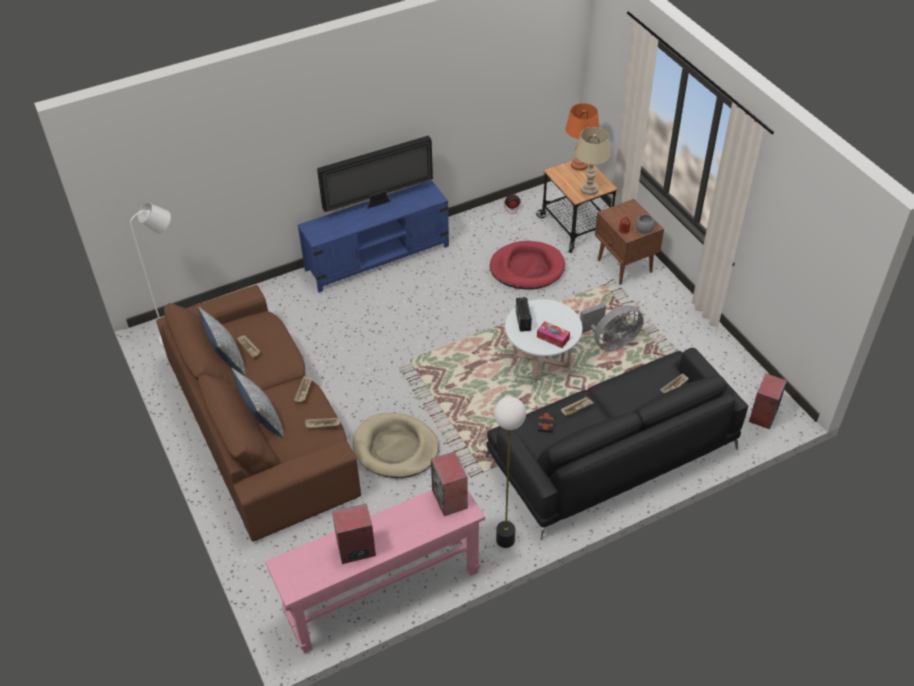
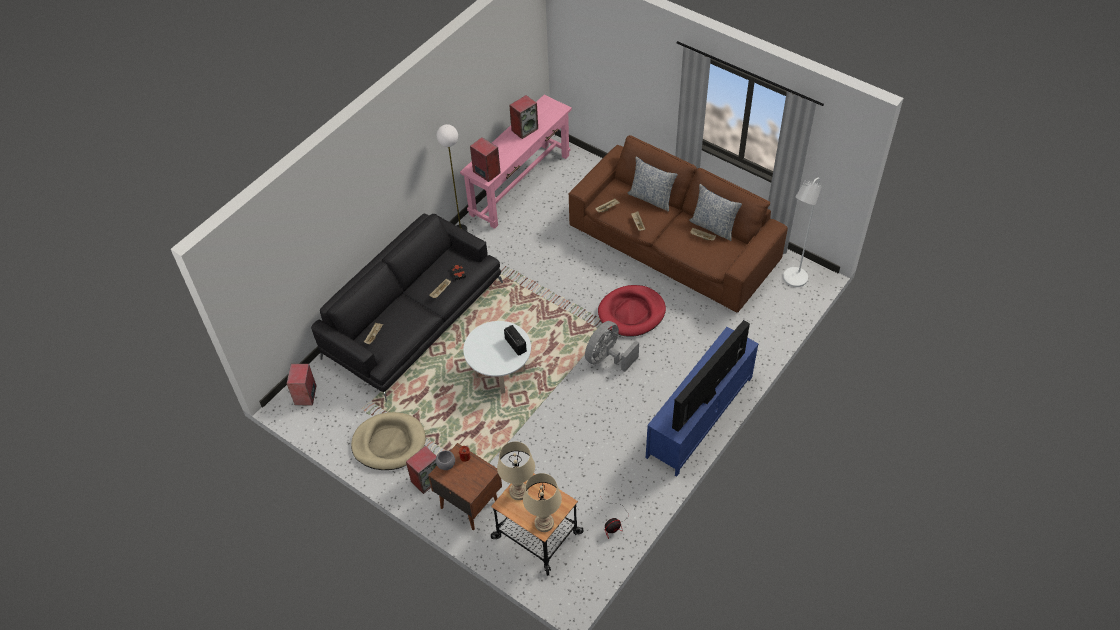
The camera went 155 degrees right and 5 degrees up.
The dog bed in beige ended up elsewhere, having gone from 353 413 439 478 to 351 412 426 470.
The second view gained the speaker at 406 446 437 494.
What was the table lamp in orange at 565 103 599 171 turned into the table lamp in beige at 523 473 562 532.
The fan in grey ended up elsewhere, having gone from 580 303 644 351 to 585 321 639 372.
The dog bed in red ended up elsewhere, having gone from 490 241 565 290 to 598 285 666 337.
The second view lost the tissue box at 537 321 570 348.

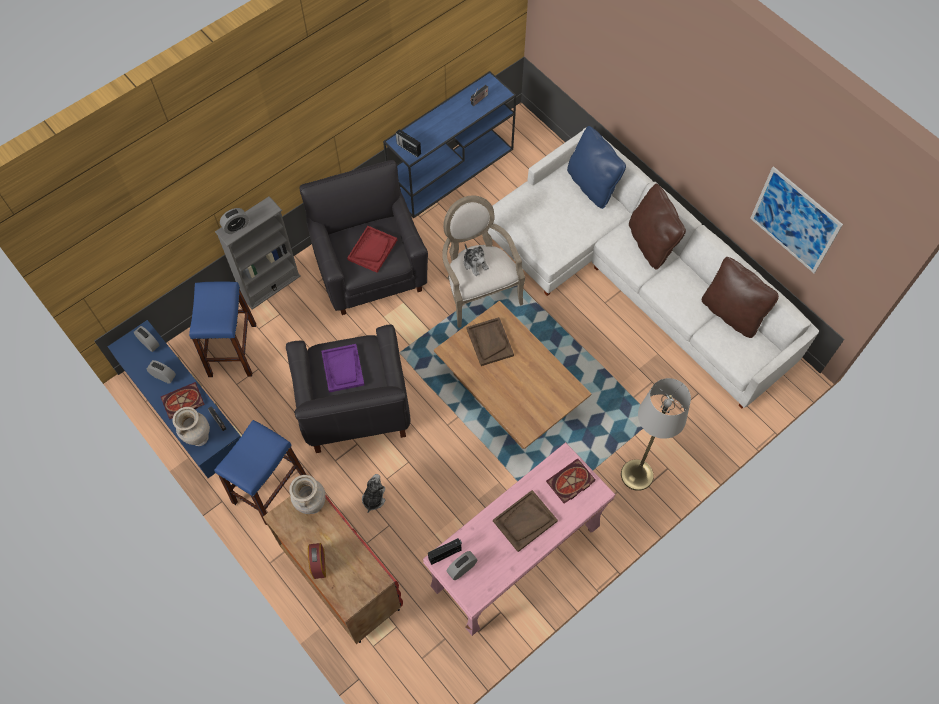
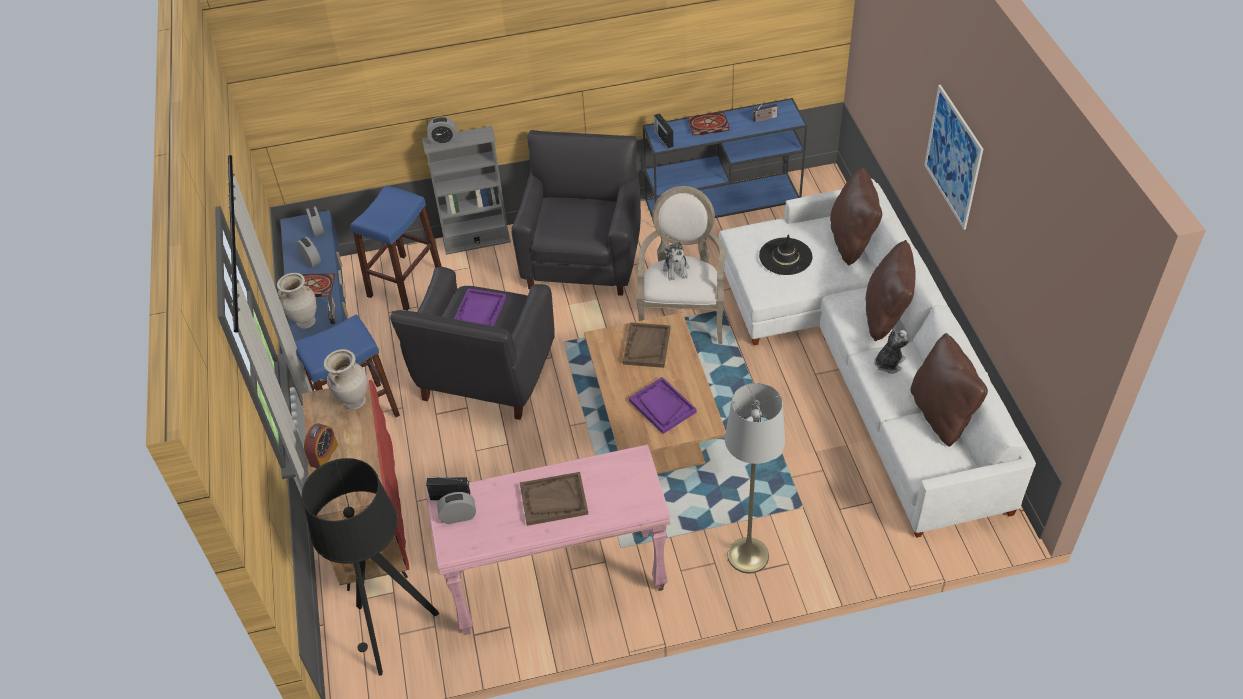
The camera went 30 degrees right and 15 degrees down.
The second view gained the floor lamp in black at 302 458 439 676.
The second view gained the tray in purple at 629 377 697 434.
The book ended up elsewhere, having gone from 546 458 595 504 to 688 112 730 136.
The second view gained the hat in black at 759 234 813 275.
What was the pillow in blue at 567 126 626 209 turned into the pillow in brown at 830 167 882 266.
The plush toy ended up elsewhere, having gone from 362 474 385 513 to 874 329 909 374.
The picture ended up elsewhere, having gone from 750 166 843 273 to 924 85 983 230.
The second view lost the tray in red at 347 226 397 273.

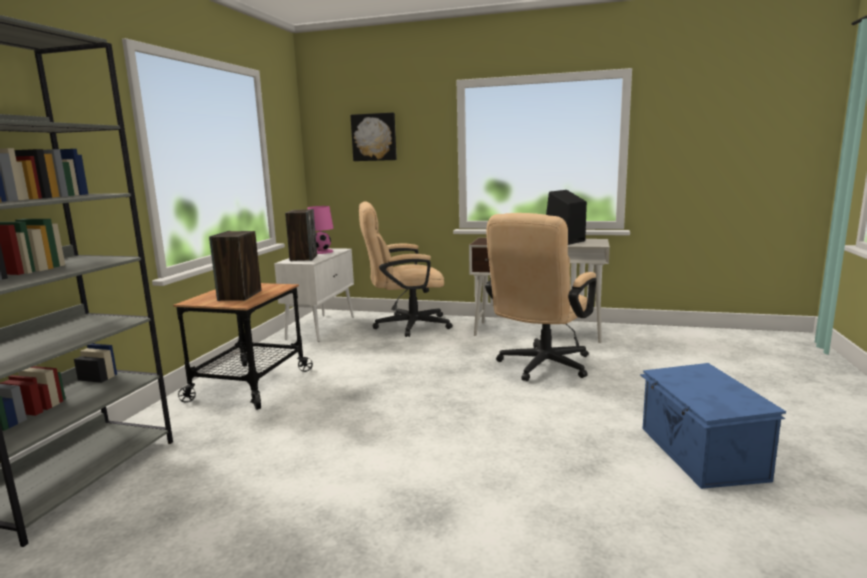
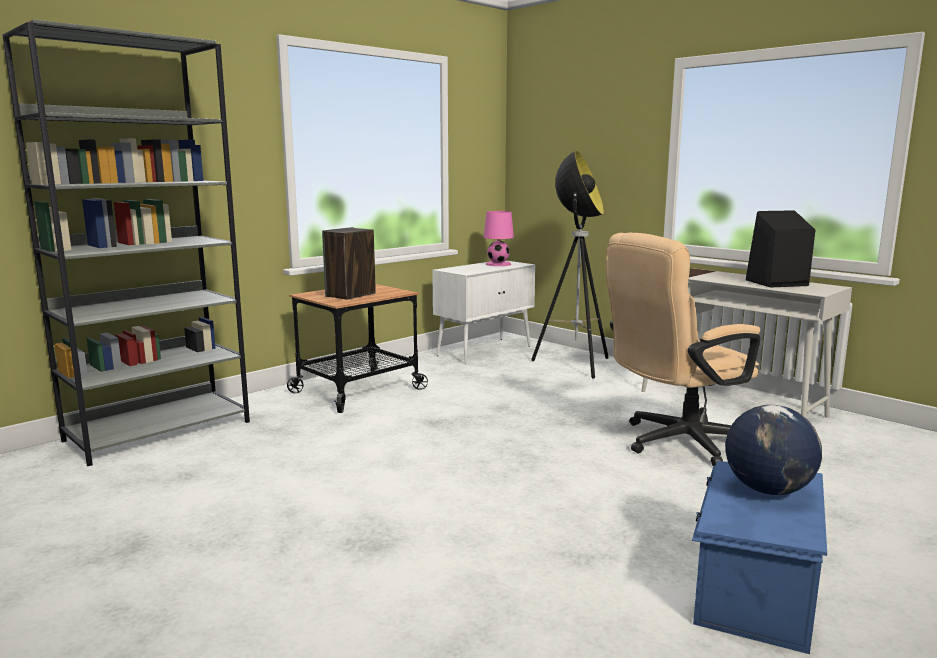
The camera went 30 degrees right and 0 degrees up.
Where the office chair in beige stood at 359 201 453 337, the floor lamp came to stand at 531 150 609 379.
The second view gained the globe at 725 405 822 495.
The second view lost the speaker at 285 209 317 261.
The second view lost the picture at 350 112 397 161.

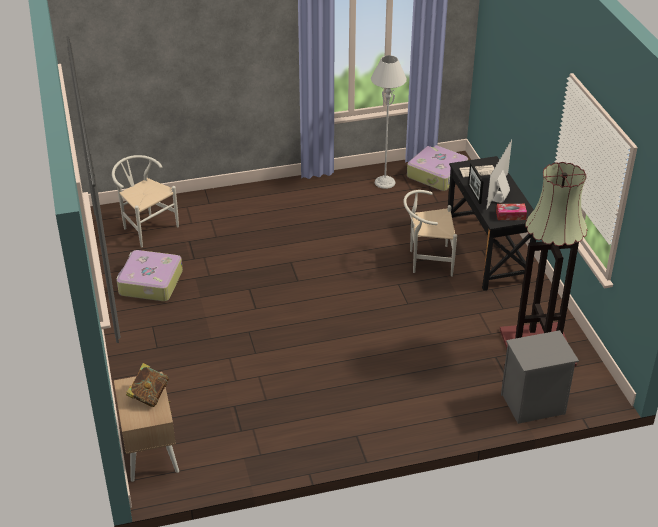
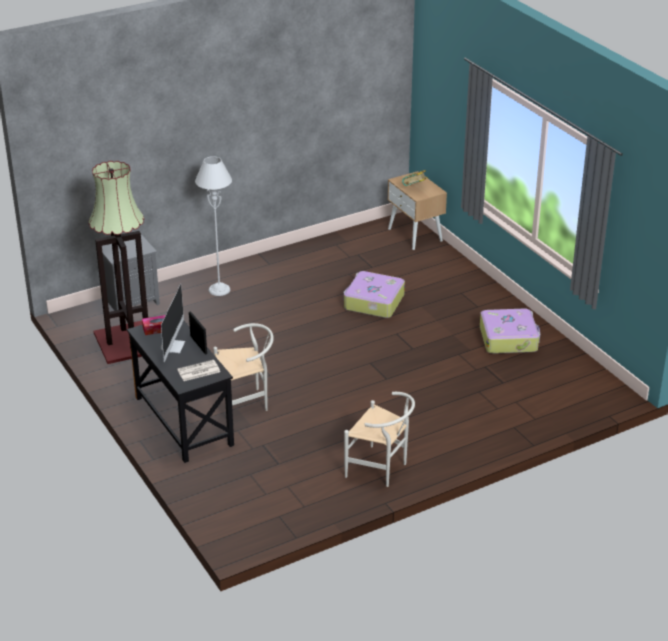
The camera went 165 degrees right and 5 degrees down.
The floor lamp in grey ended up elsewhere, having gone from 371 55 407 189 to 195 156 232 296.
The suitcase ended up elsewhere, having gone from 407 145 468 191 to 343 271 405 318.
The chair in white ended up elsewhere, having gone from 112 155 179 248 to 344 392 415 487.

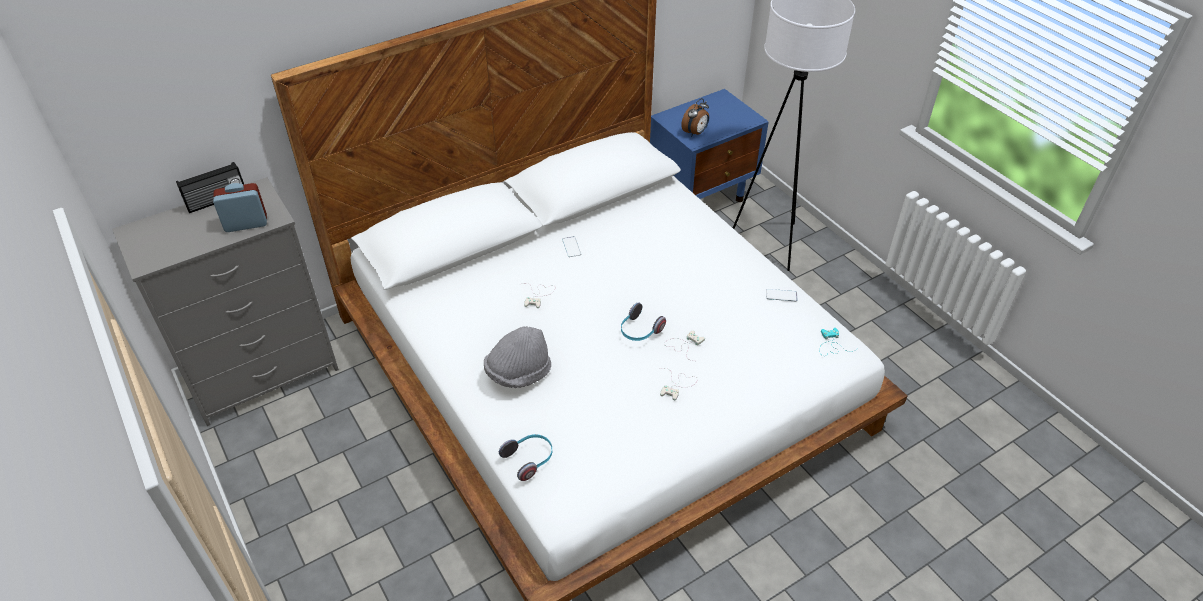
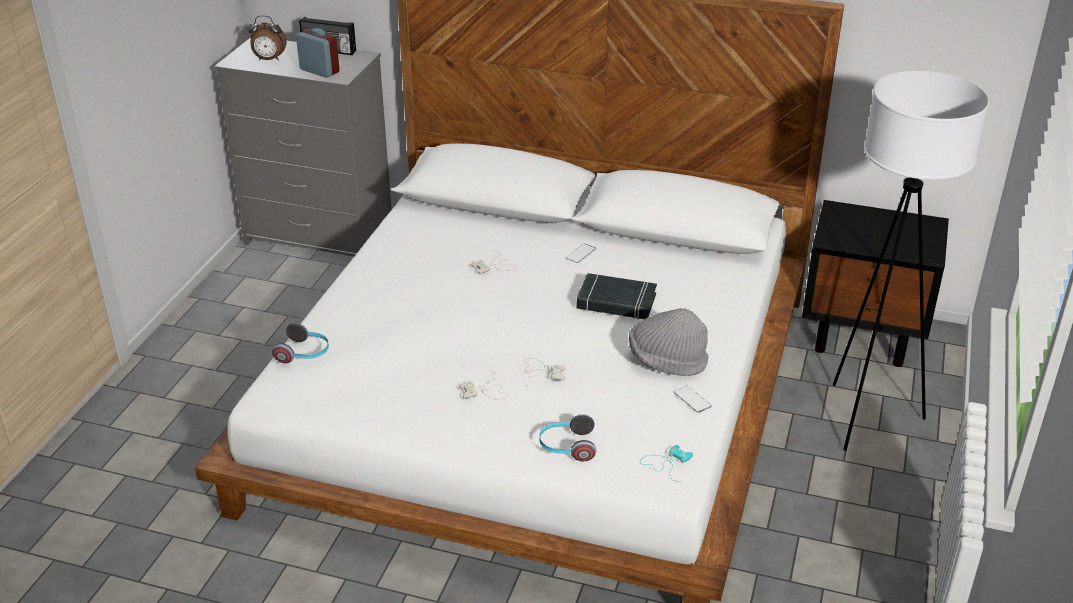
The camera went 50 degrees right and 10 degrees down.
The alarm clock ended up elsewhere, having gone from 681 98 709 137 to 249 15 287 61.
The headphones ended up elsewhere, having gone from 621 302 666 341 to 539 414 596 461.
The second view gained the book in black at 577 273 657 320.
The hat in grey ended up elsewhere, having gone from 484 326 551 388 to 629 308 709 376.
What was the nightstand in blue at 650 89 768 202 turned into the nightstand in black at 802 200 949 367.

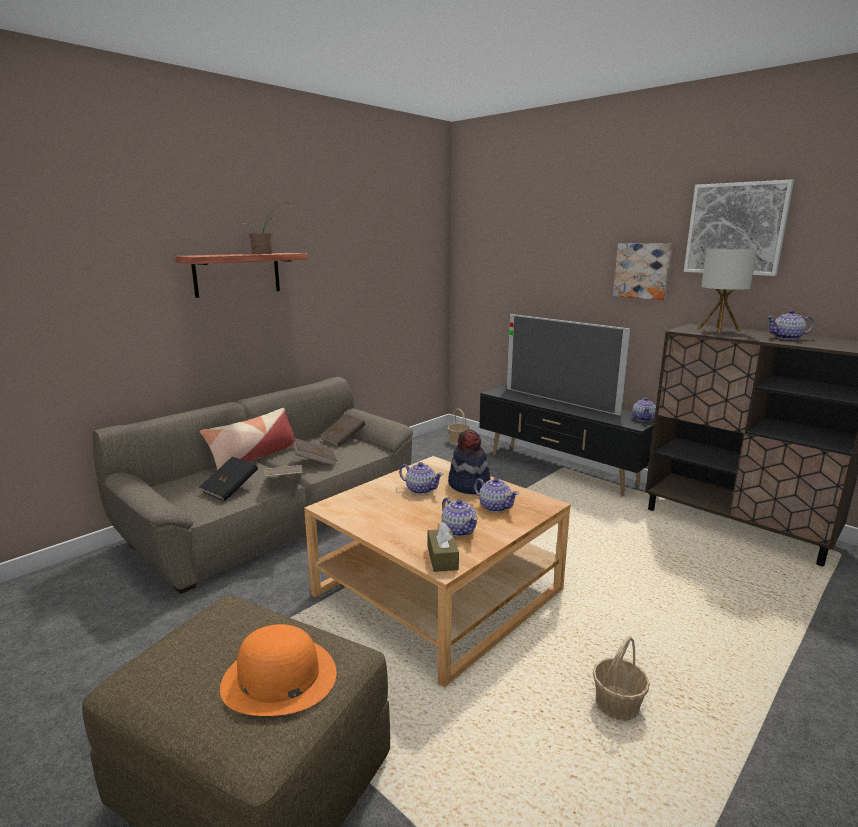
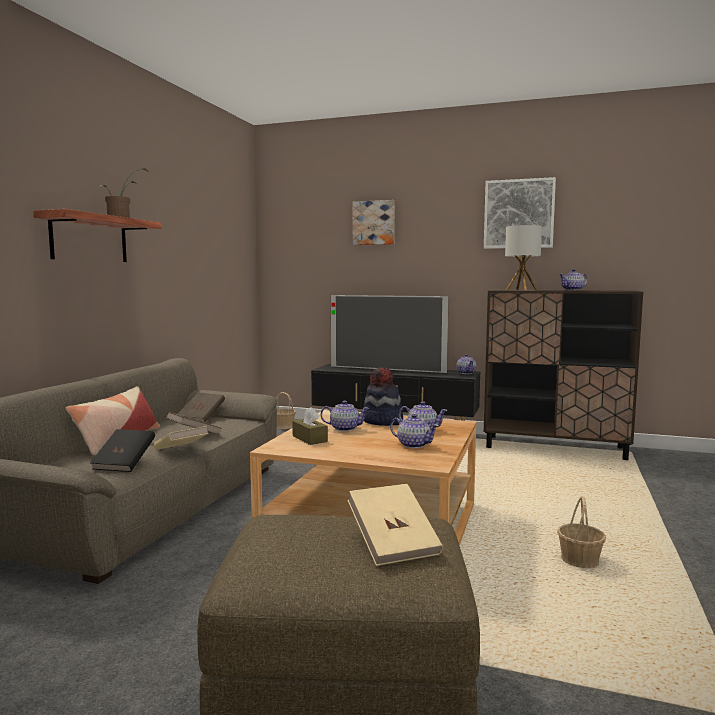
The camera went 25 degrees left and 10 degrees down.
The tissue box in brown ended up elsewhere, having gone from 428 522 459 572 to 292 407 328 445.
Where the hat in orange stood at 220 624 337 716, the book in beige came to stand at 347 484 443 566.
The picture ended up elsewhere, having gone from 613 243 673 300 to 353 200 395 245.

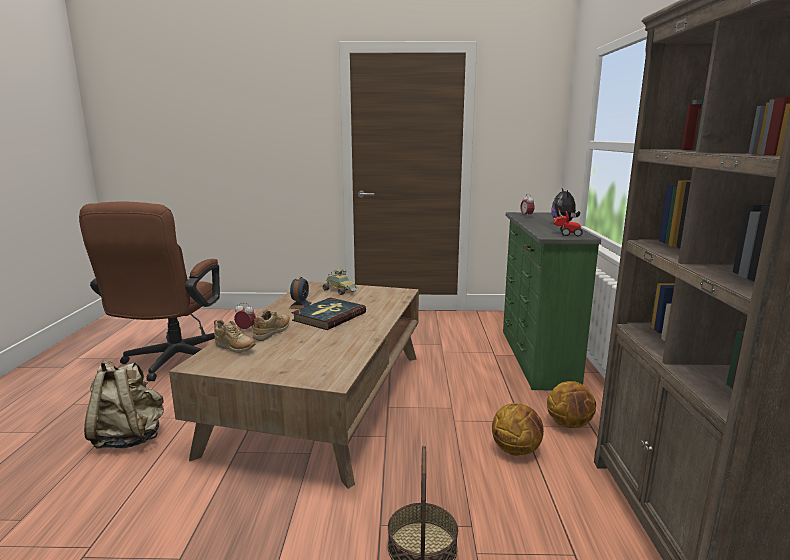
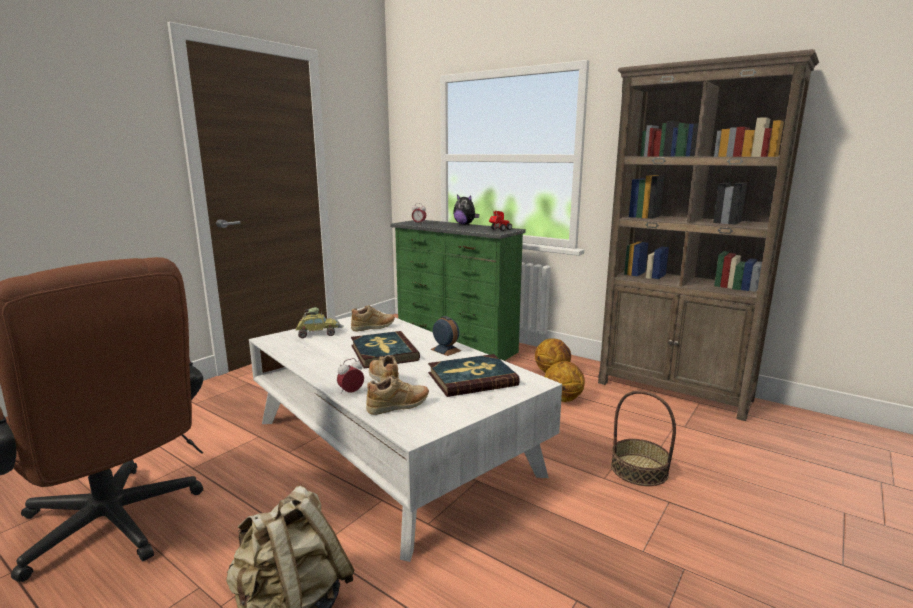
The camera went 55 degrees left and 0 degrees up.
What was the coffee table in brown at 169 281 419 489 turned into the coffee table in white at 249 311 562 562.
The second view gained the shoe in beige at 351 305 395 331.
The second view gained the book at 428 354 520 397.
The alarm clock ended up elsewhere, having gone from 289 277 312 309 to 431 316 461 356.

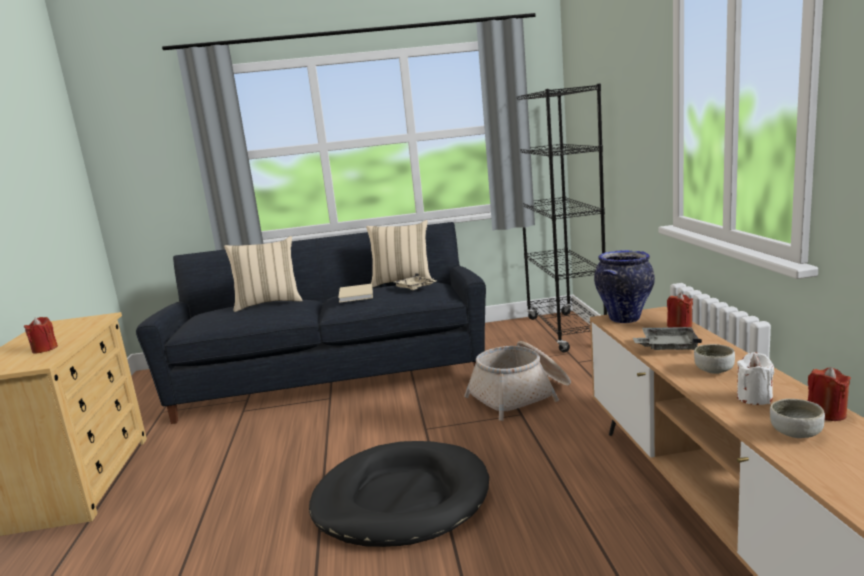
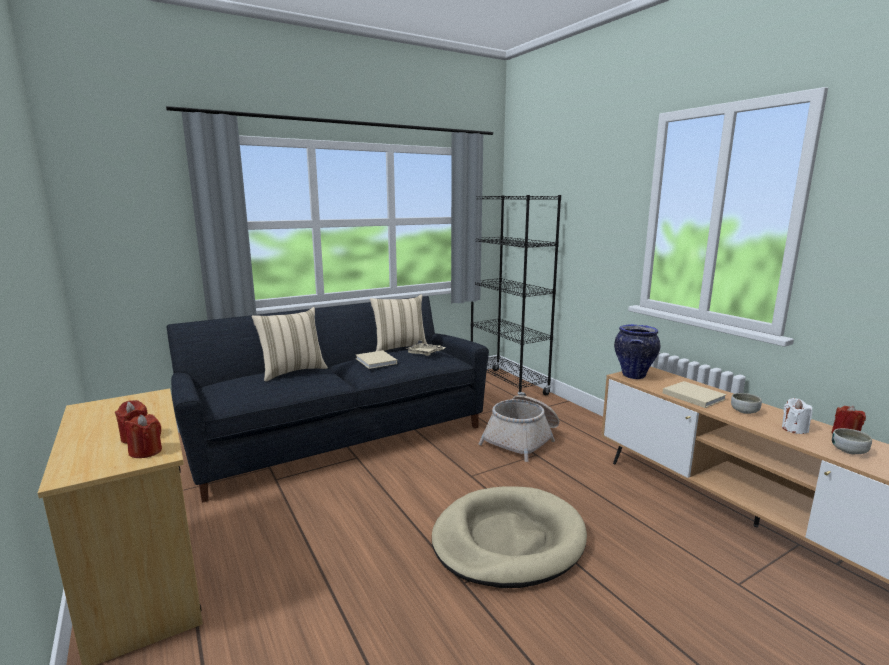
The camera went 25 degrees left and 0 degrees up.
The candle in red ended up elsewhere, having gone from 667 293 693 328 to 125 414 162 458.
What was the dog bed in black at 309 441 489 547 turned into the dog bed in beige at 432 486 587 588.
Where the tray in grey stood at 633 327 702 350, the book in beige came to stand at 663 381 727 408.

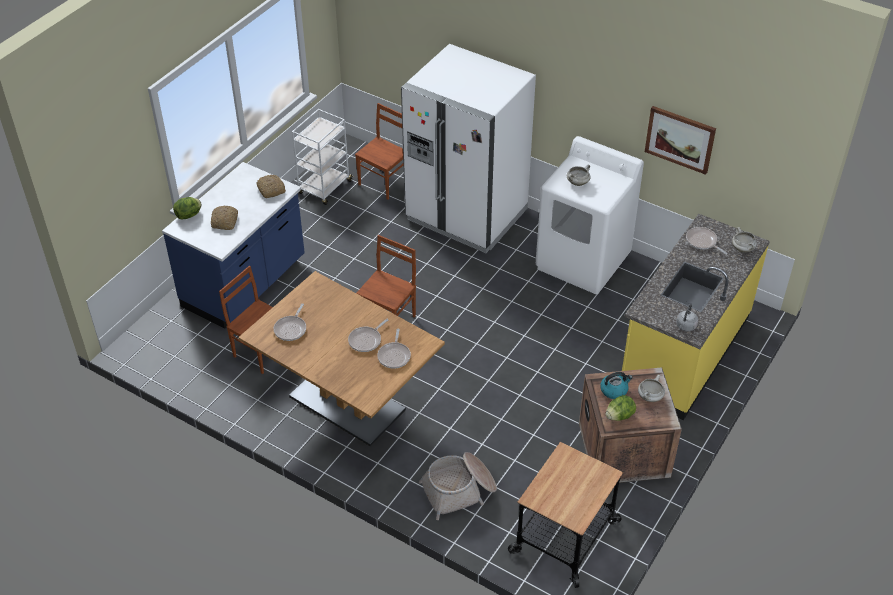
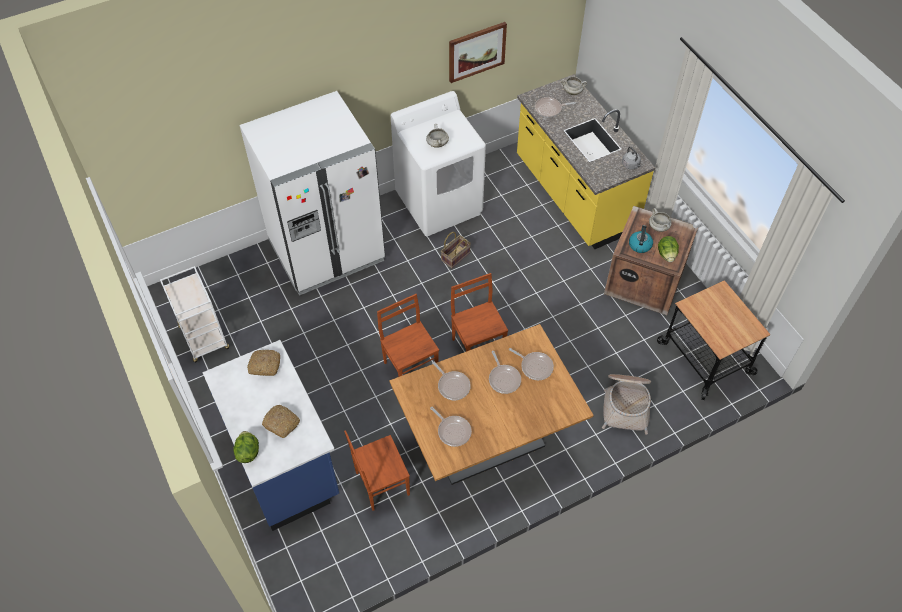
The camera went 60 degrees left and 10 degrees up.
The second view gained the frying pan at 432 362 471 400.
The second view gained the basket at 441 232 471 269.
The chair in brown ended up elsewhere, having gone from 355 103 404 200 to 451 273 508 351.

